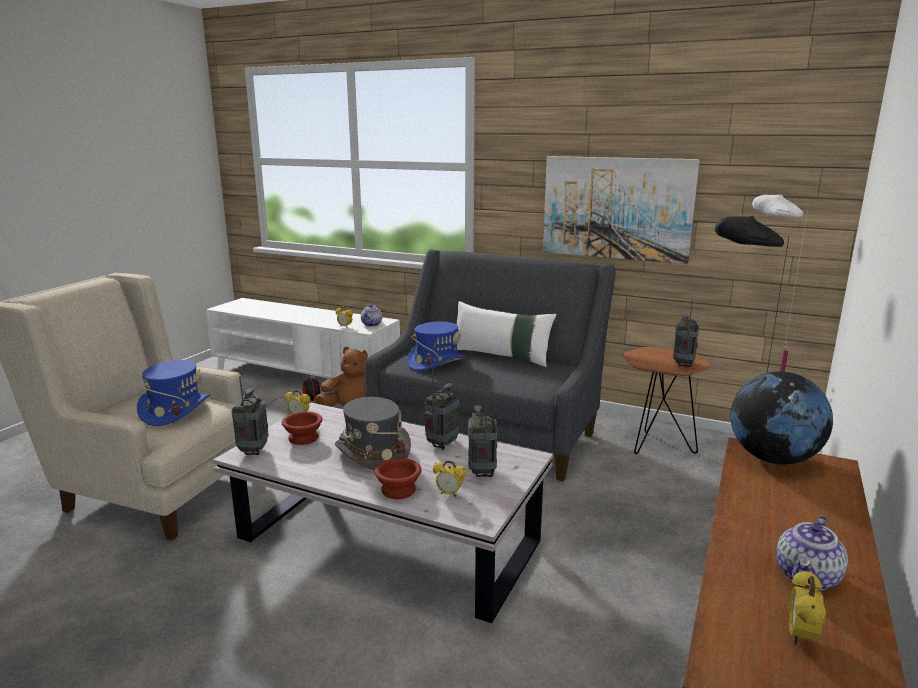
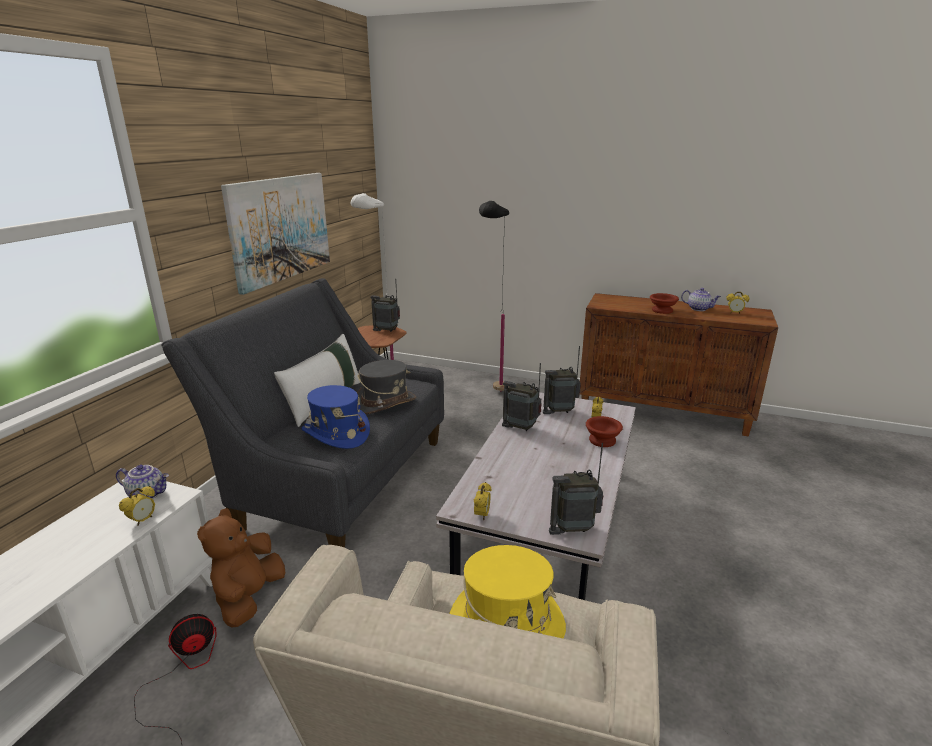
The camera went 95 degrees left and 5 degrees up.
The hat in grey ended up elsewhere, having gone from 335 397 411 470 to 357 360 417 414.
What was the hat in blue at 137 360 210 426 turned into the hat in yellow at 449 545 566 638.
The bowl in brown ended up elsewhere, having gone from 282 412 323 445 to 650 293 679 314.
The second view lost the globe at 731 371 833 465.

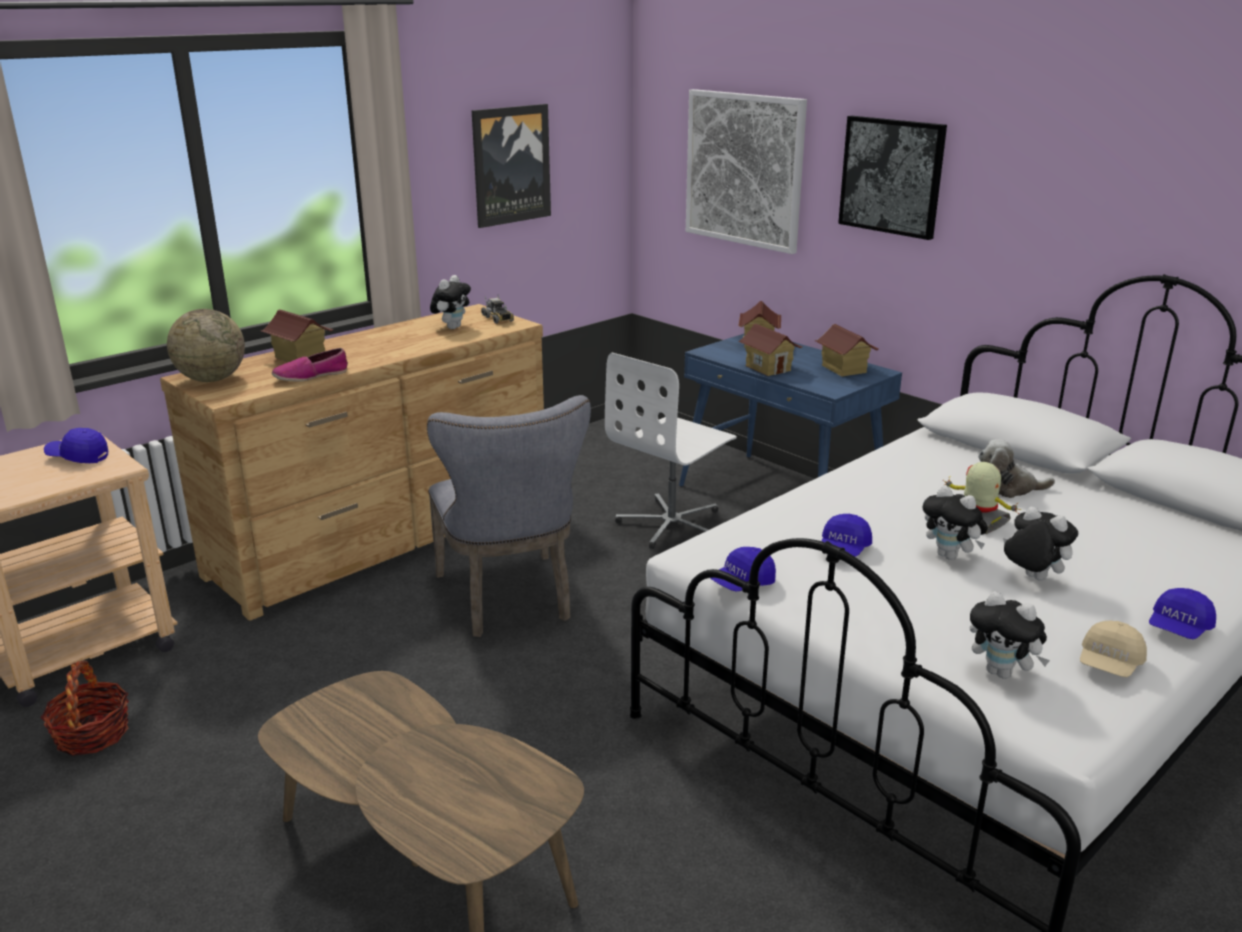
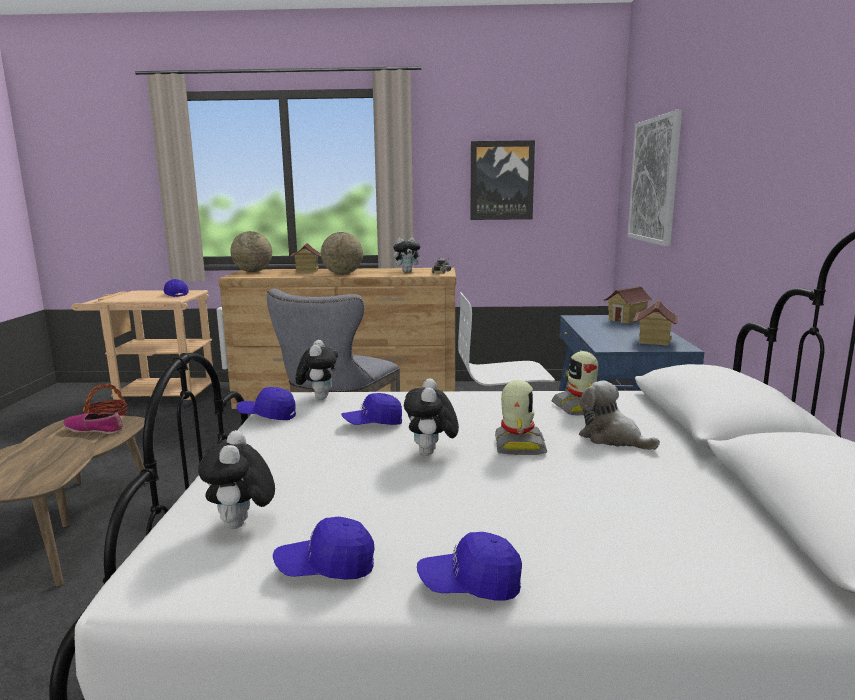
The camera went 45 degrees right and 10 degrees down.
The shoe ended up elsewhere, having gone from 272 348 348 381 to 63 413 123 434.
What was the cap in beige at 1080 620 1147 677 turned into the cap in blue at 273 517 374 580.
The plush toy ended up elsewhere, having gone from 1003 506 1078 581 to 296 340 338 400.
The second view gained the globe at 321 232 363 274.
The second view gained the toy robot at 551 351 598 416.
The second view lost the toy house at 738 324 802 376.
The second view lost the picture at 838 116 947 240.

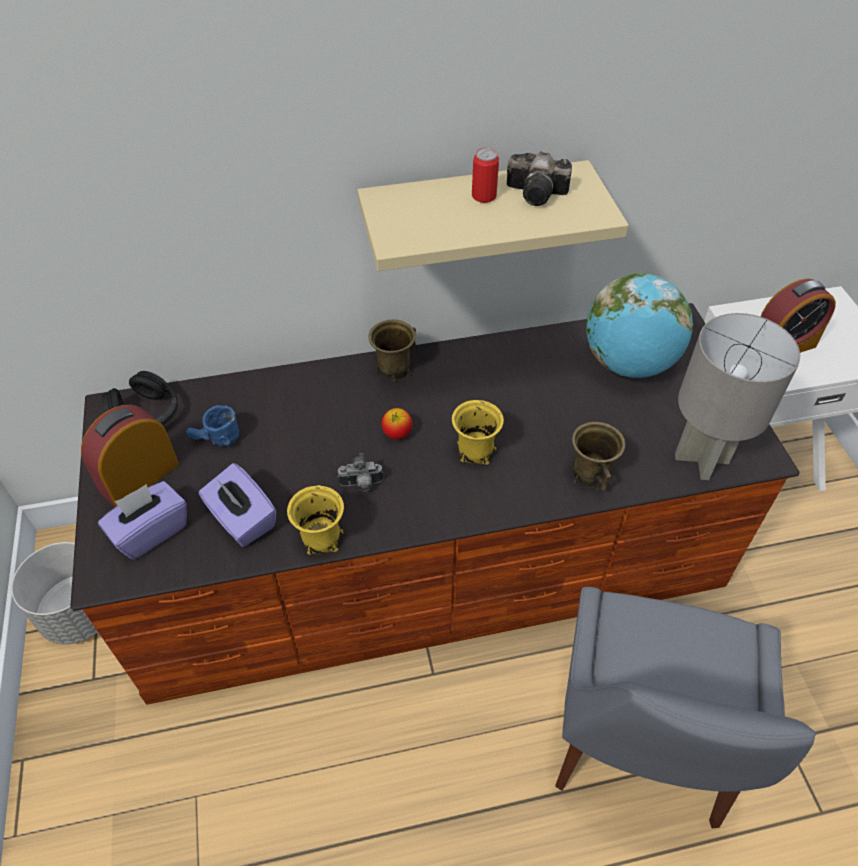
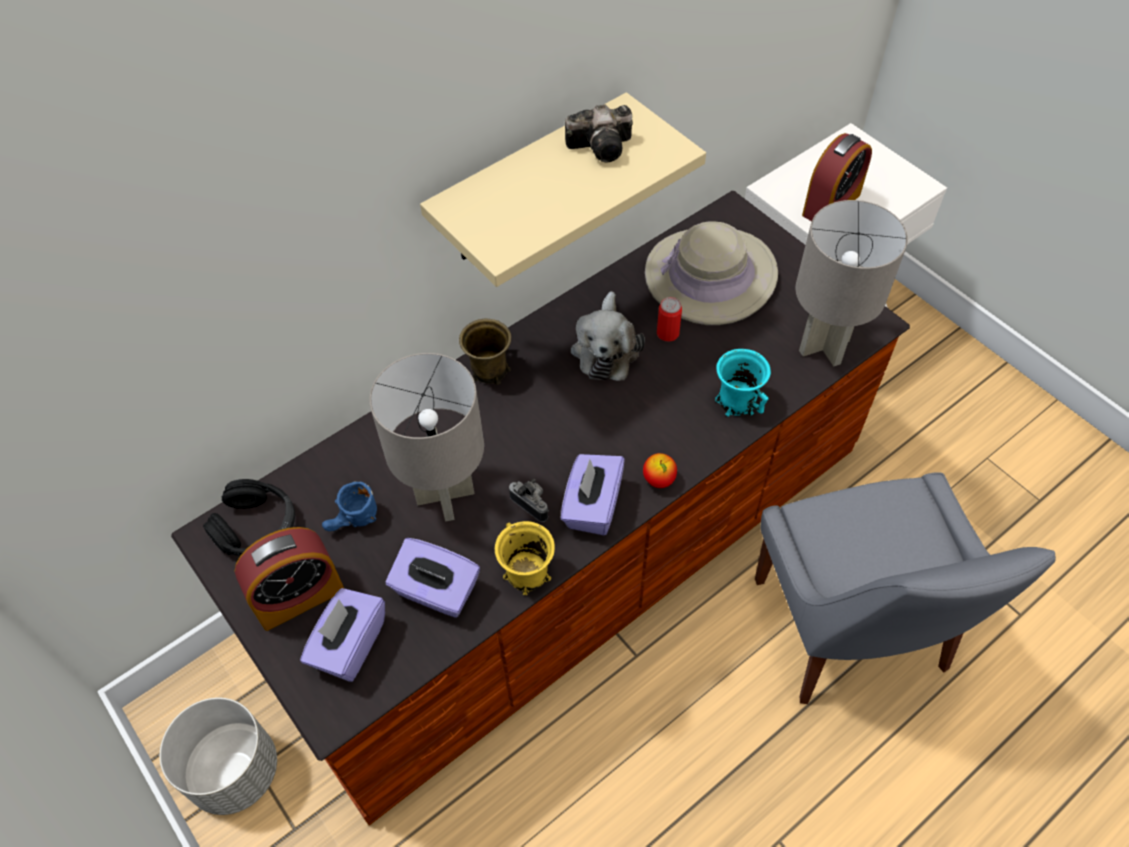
The camera went 25 degrees left and 5 degrees up.
The alarm clock at 81 405 179 507 ended up facing another way, 135 degrees counterclockwise from before.
The second view gained the table lamp in grey at 369 353 484 522.
The photo camera at 338 453 383 491 ended up facing another way, 105 degrees counterclockwise from before.
The second view gained the tissue box in purple at 561 454 625 535.
The second view gained the plush toy at 571 291 645 381.
The apple ended up elsewhere, having gone from 382 408 412 439 to 643 453 677 488.
Where the globe stood at 586 273 693 378, the hat in beige came to stand at 645 221 778 325.
The can ended up elsewhere, having gone from 472 148 499 203 to 657 297 682 342.
What was the mug in brown at 571 422 626 490 turned into the mug in turquoise at 715 349 771 417.
The second view lost the mug in yellow at 452 400 504 465.

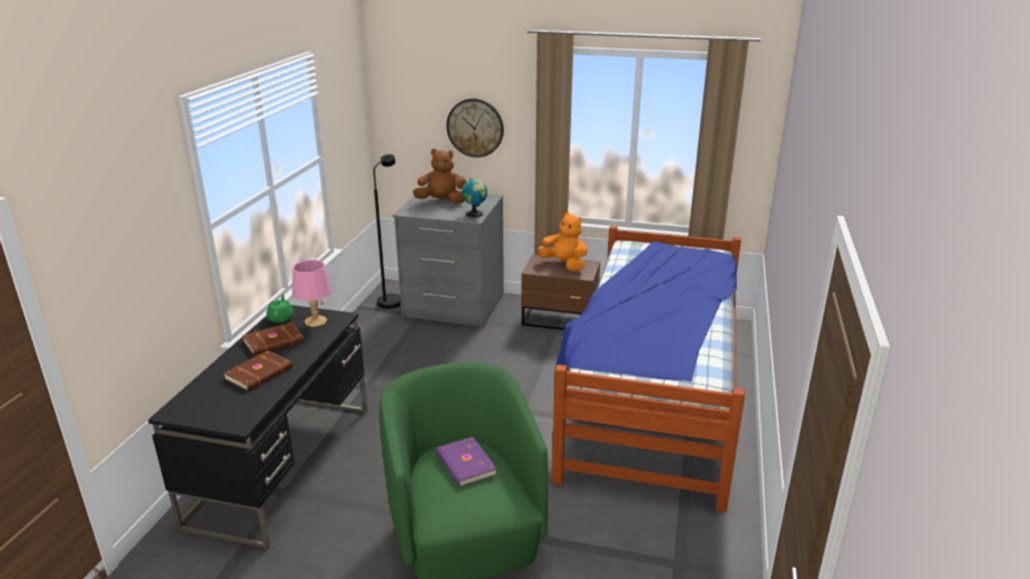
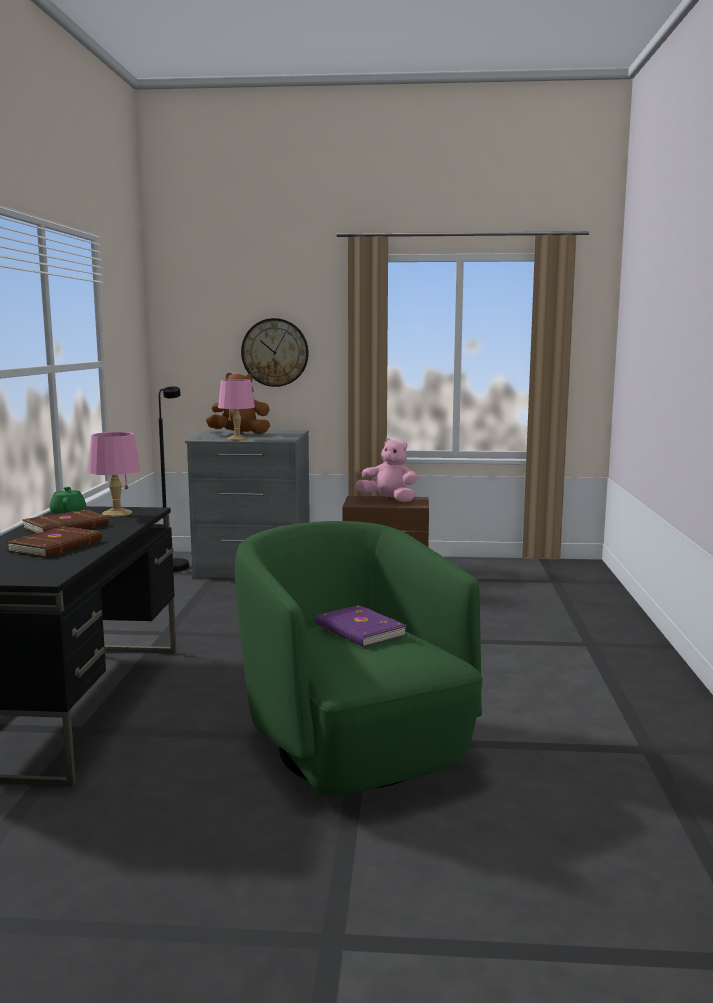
The camera went 10 degrees left and 15 degrees down.
The second view gained the table lamp in pink at 218 379 255 440.
What was the plush toy in orange at 537 212 588 271 turned into the plush toy in pink at 356 438 418 502.
The second view lost the globe at 462 178 488 217.
The second view lost the bed at 552 225 745 512.

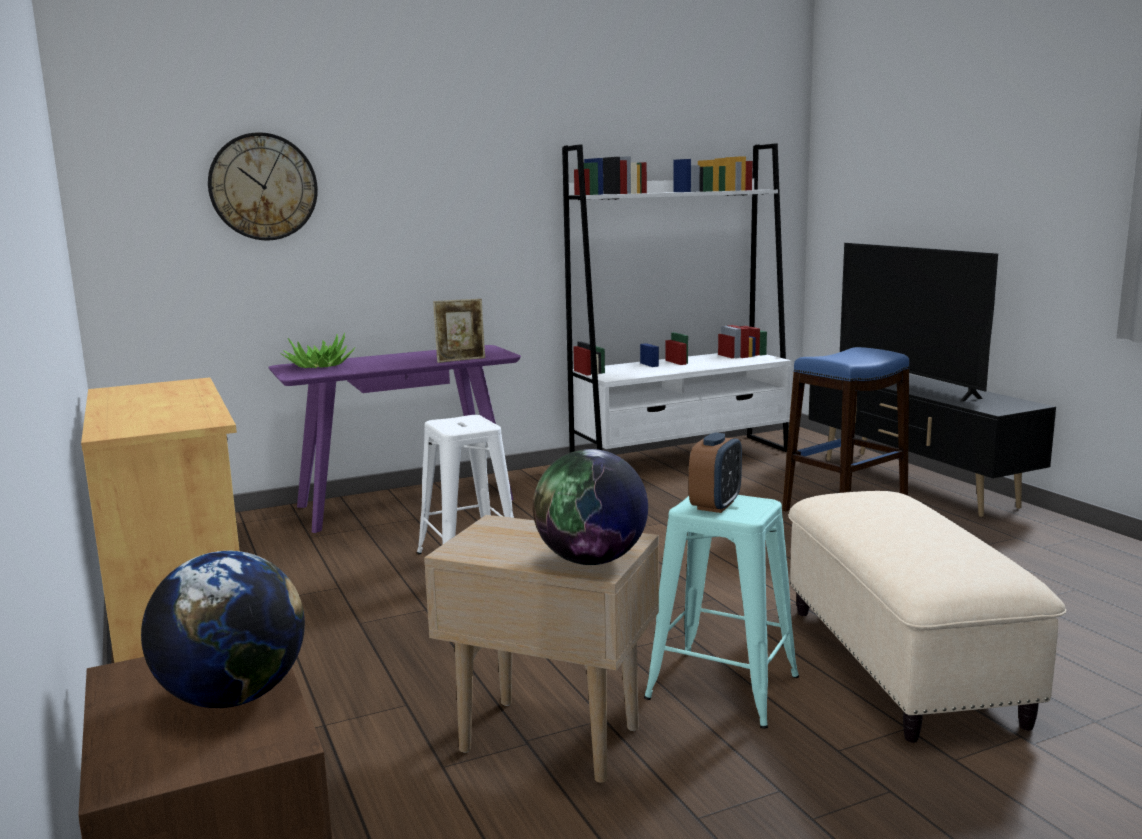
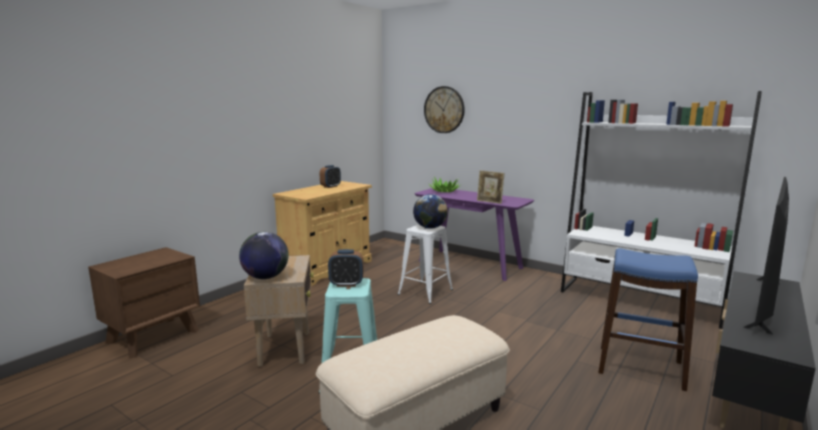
The camera went 60 degrees right and 0 degrees up.
The second view gained the alarm clock at 320 165 341 188.
The globe ended up elsewhere, having gone from 141 551 305 708 to 413 194 448 229.

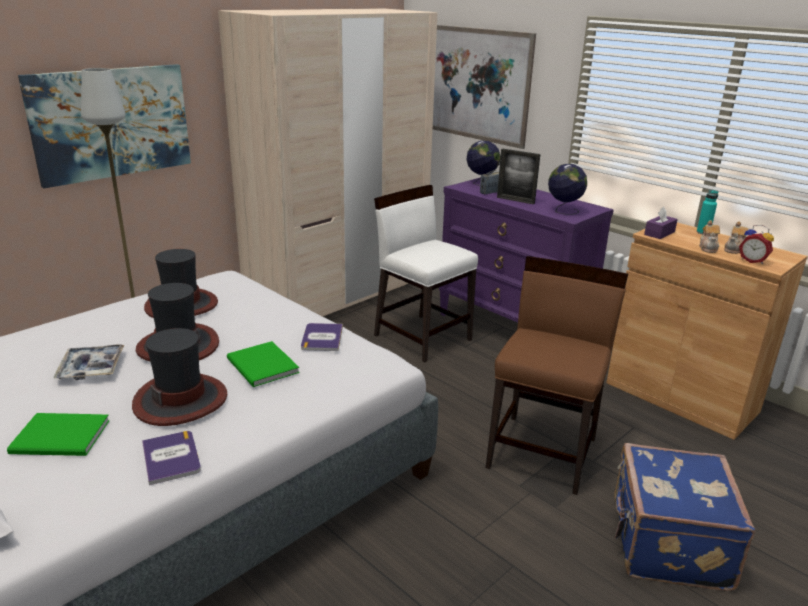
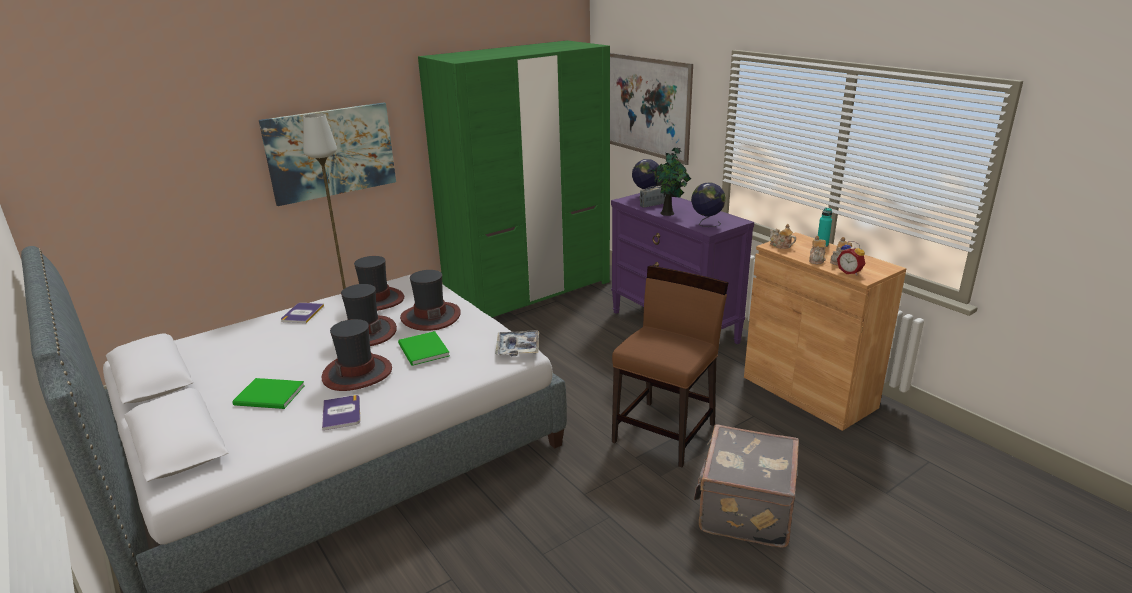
The camera went 10 degrees right and 0 degrees up.
The book ended up elsewhere, having gone from 301 323 343 351 to 281 303 324 323.
The second view gained the hat at 400 270 461 331.
What was the wardrobe in beige at 218 8 438 317 turned into the wardrobe in green at 418 40 610 317.
The tray ended up elsewhere, having gone from 53 344 124 380 to 495 330 539 357.
Where the picture frame stood at 497 149 540 204, the potted plant came to stand at 651 148 691 216.
What was the suitcase in blue at 614 443 755 591 turned into the suitcase in grey at 694 424 799 548.
Where the tissue box in purple stood at 644 207 678 239, the teapot came to stand at 770 224 796 249.
The second view lost the chair in white at 374 185 478 363.

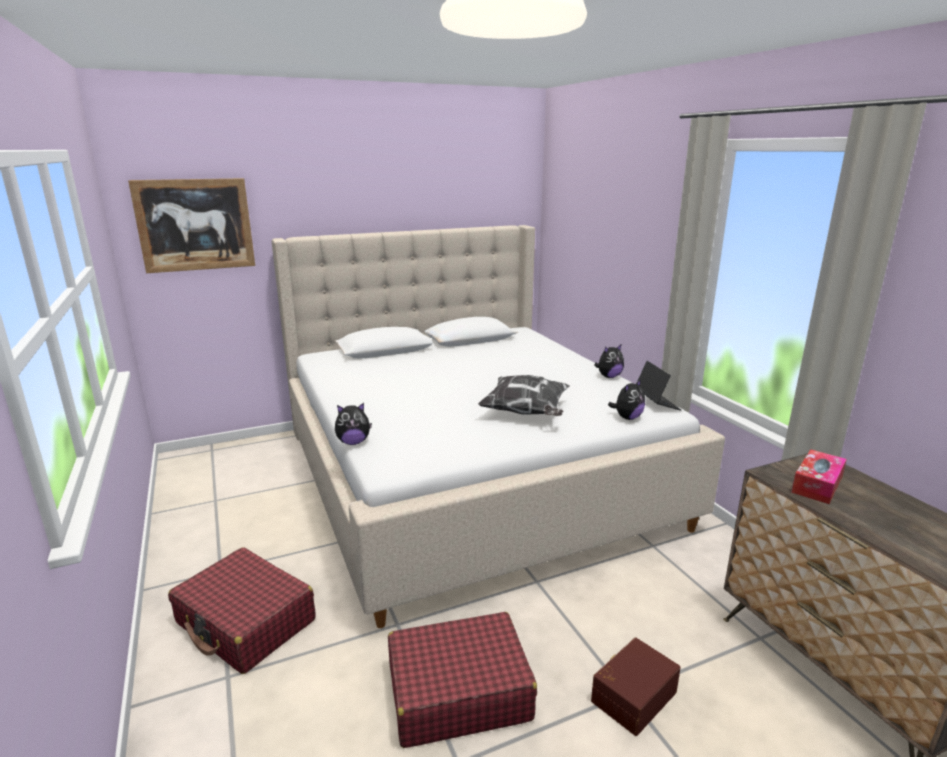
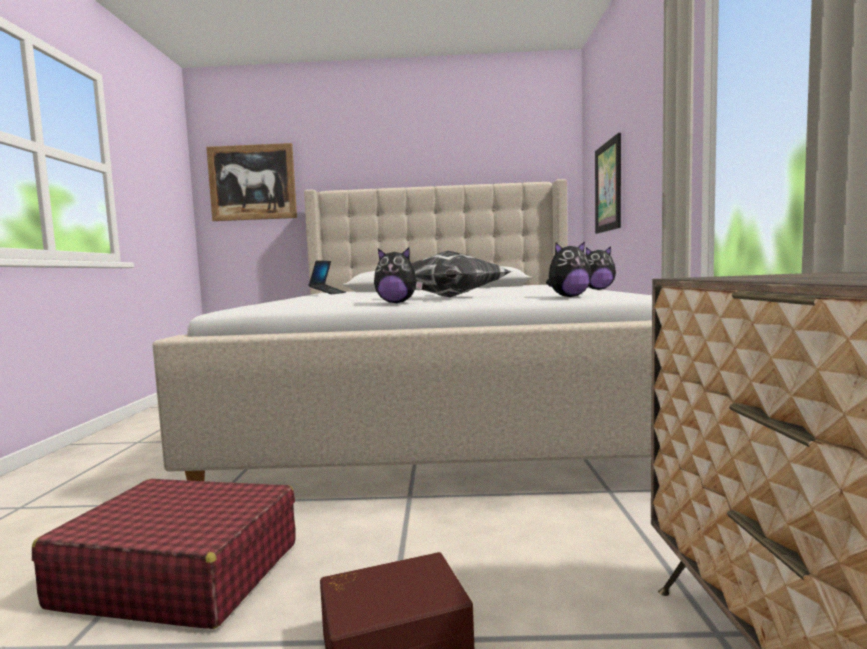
The camera went 25 degrees right and 15 degrees down.
The laptop ended up elsewhere, having gone from 637 361 681 410 to 308 260 346 294.
The plush toy ended up elsewhere, having gone from 335 403 372 445 to 374 247 423 303.
The second view gained the picture at 595 133 621 234.
The second view lost the suitcase in red at 168 547 316 674.
The second view lost the tissue box at 791 449 847 504.

